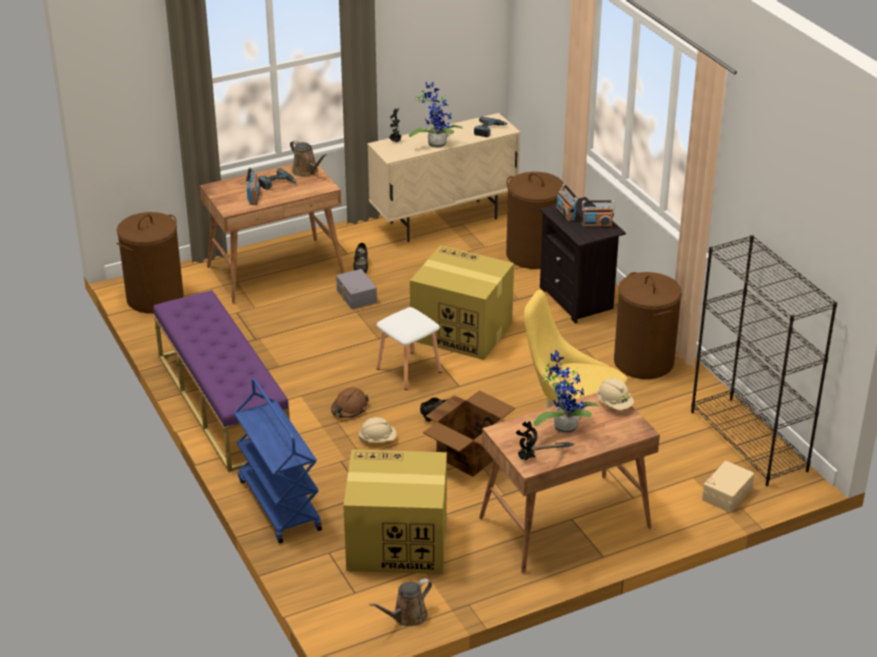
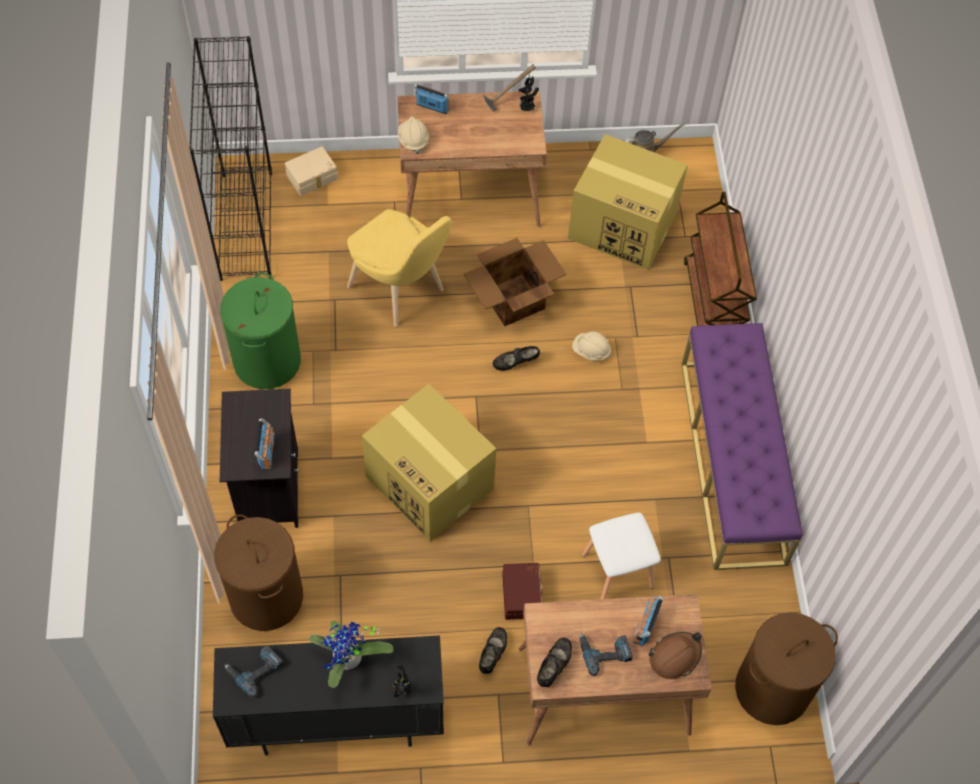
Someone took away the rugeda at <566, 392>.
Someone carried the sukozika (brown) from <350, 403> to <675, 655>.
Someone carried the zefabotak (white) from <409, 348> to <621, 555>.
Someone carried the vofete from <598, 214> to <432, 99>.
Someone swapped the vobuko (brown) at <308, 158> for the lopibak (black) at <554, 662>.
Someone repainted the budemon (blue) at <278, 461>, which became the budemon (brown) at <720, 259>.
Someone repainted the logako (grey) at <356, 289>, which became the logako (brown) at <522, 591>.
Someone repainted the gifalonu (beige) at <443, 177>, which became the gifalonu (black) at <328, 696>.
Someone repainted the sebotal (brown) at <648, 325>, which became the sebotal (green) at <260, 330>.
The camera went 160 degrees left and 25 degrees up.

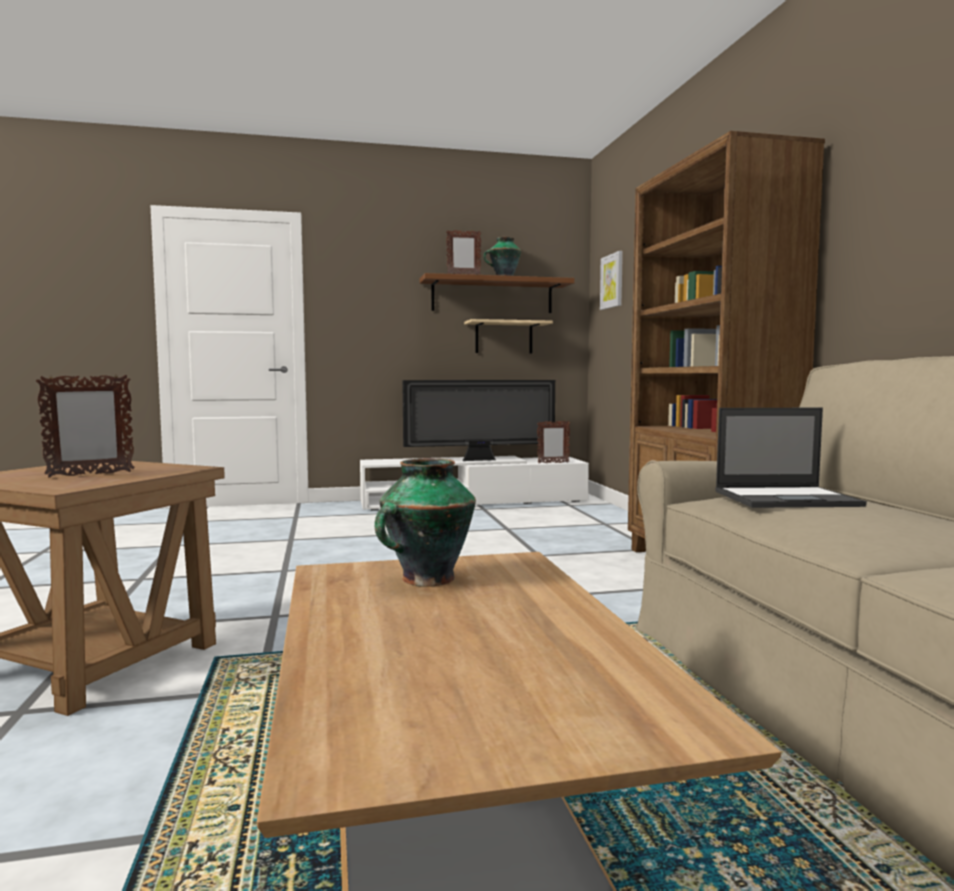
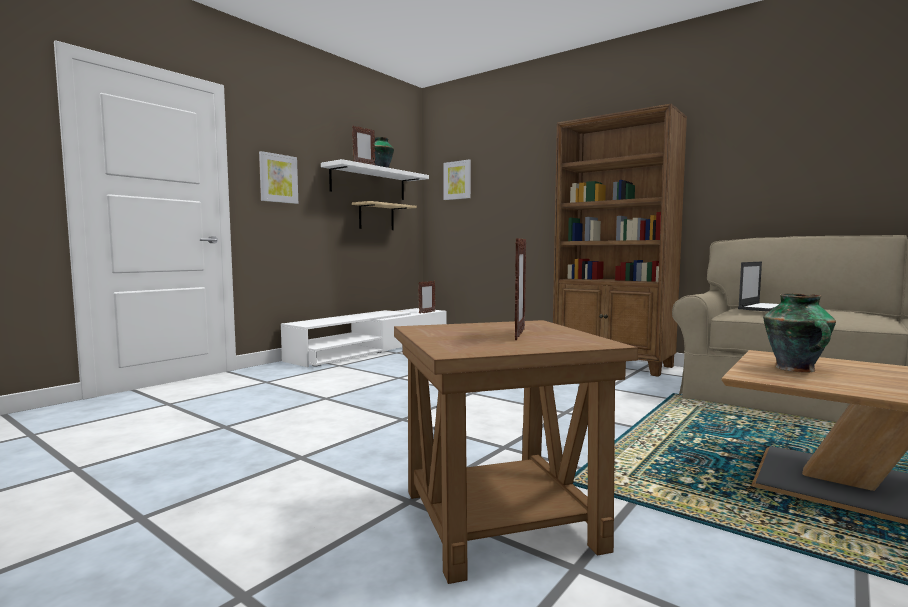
Someone took away the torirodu at <478, 420>.
Someone put up the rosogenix at <278, 177>.
Someone repainted the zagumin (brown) at <497, 293>, which became the zagumin (white) at <375, 179>.
The camera went 40 degrees left and 0 degrees up.

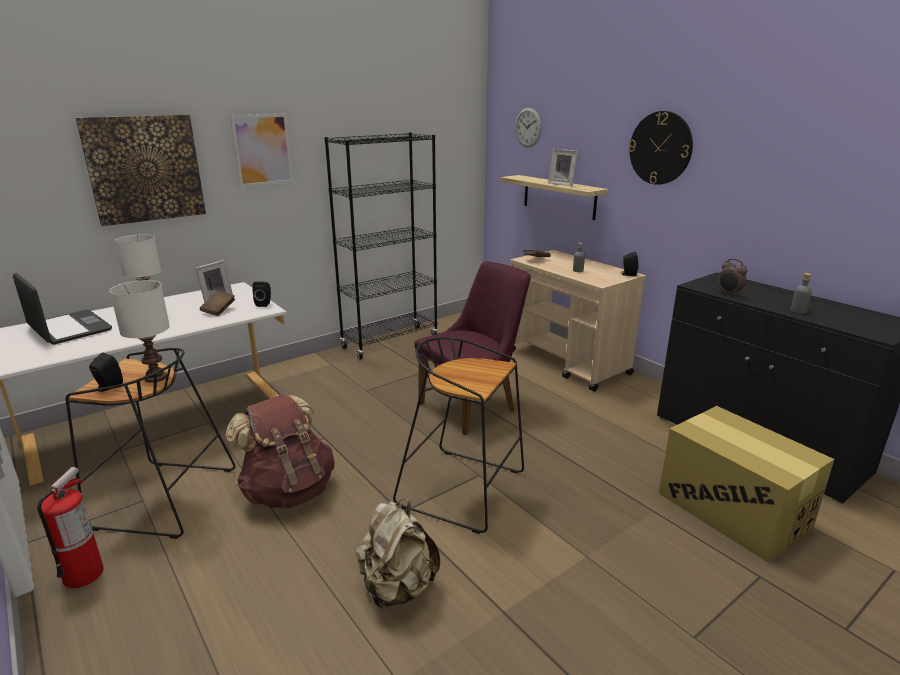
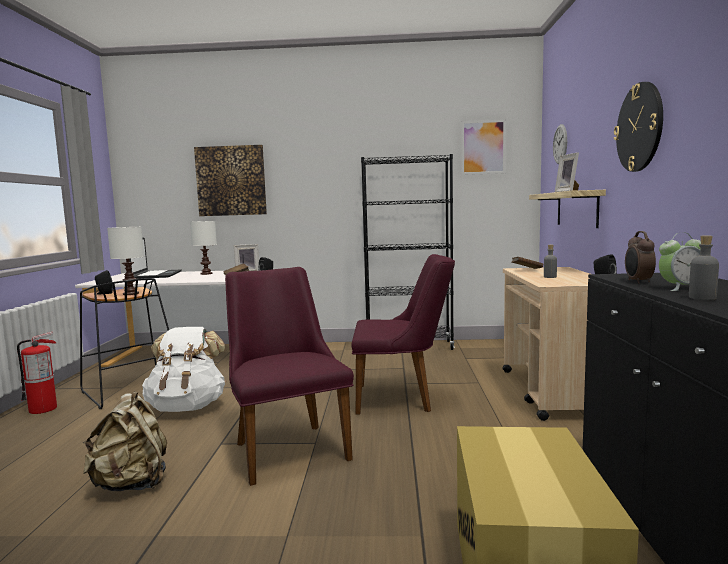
Someone put down the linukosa at <680, 262>.
Someone carried the rosogenix from <261, 150> to <483, 147>.
Someone swapped the zefabotak (black) at <458, 435> for the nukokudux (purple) at <289, 376>.
Someone repainted the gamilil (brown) at <280, 451>, which became the gamilil (white) at <184, 369>.
The camera went 40 degrees right and 15 degrees down.

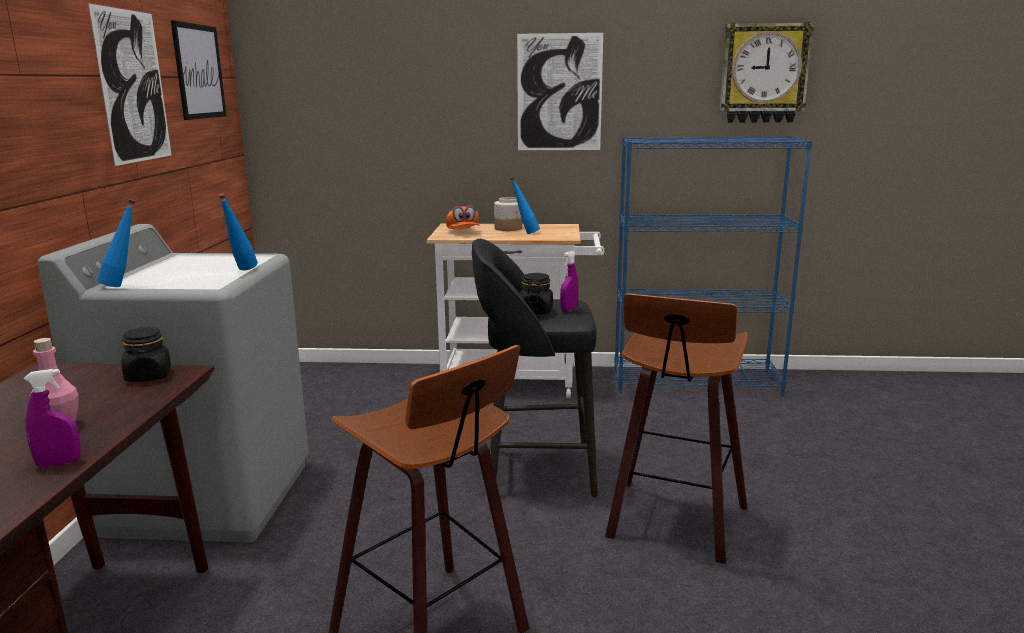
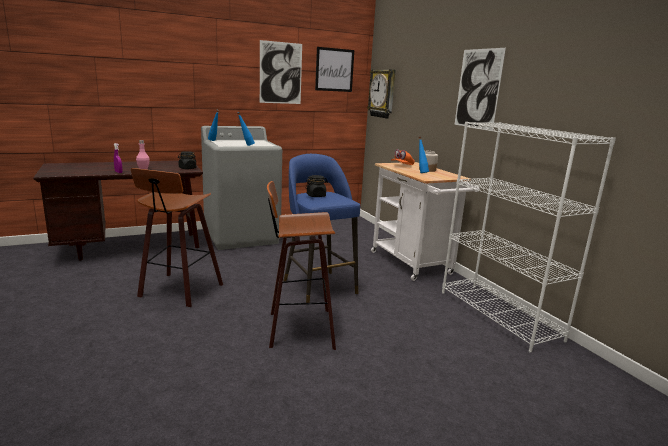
Someone took away the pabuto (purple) at <569, 281>.
Someone carried the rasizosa from <767, 72> to <381, 94>.
Someone repainted the zefabotak (black) at <535, 368>, which became the zefabotak (blue) at <321, 229>.
Someone repainted the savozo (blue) at <713, 266>, which became the savozo (white) at <529, 237>.
The camera went 60 degrees right and 0 degrees up.

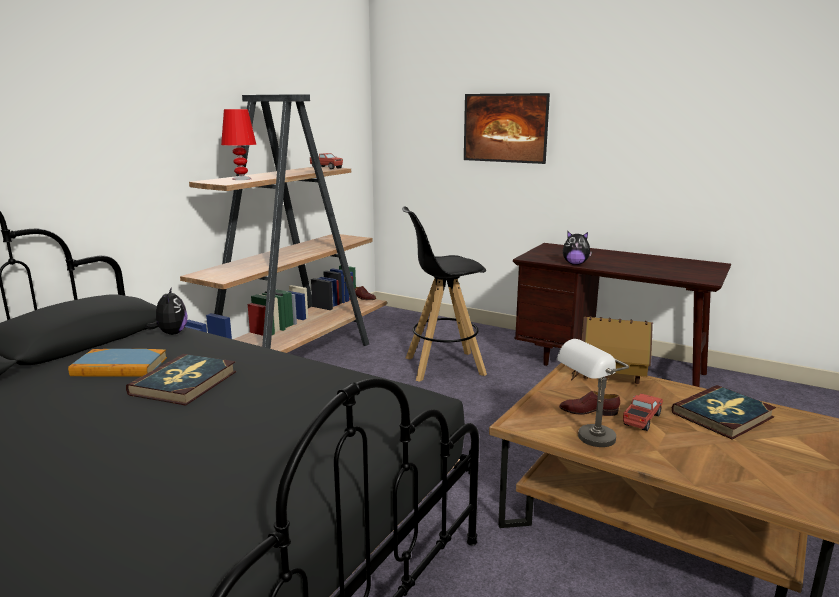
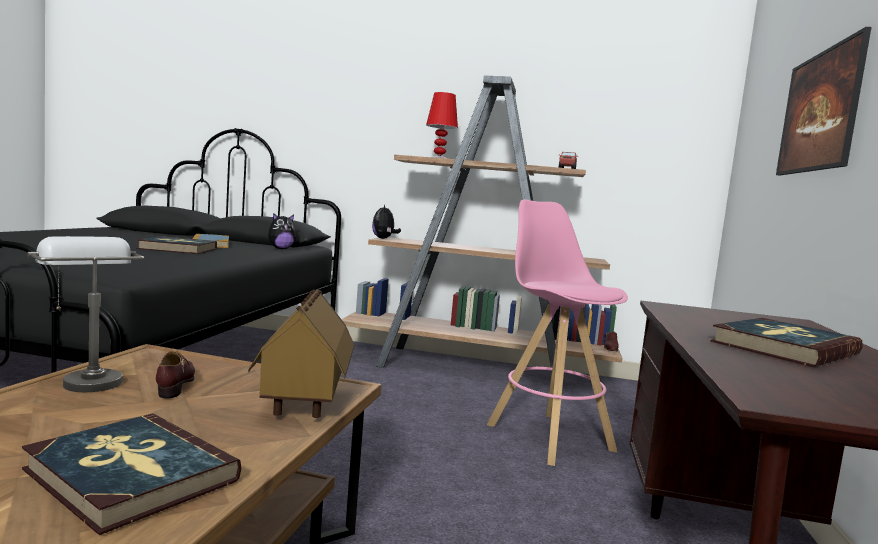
Someone took away the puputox at <643, 412>.
Someone put down the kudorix at <787, 342>.
Someone carried the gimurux from <577, 248> to <386, 222>.
Someone repainted the zefabotak (black) at <444, 294>, which became the zefabotak (pink) at <557, 332>.
The camera went 70 degrees right and 10 degrees down.

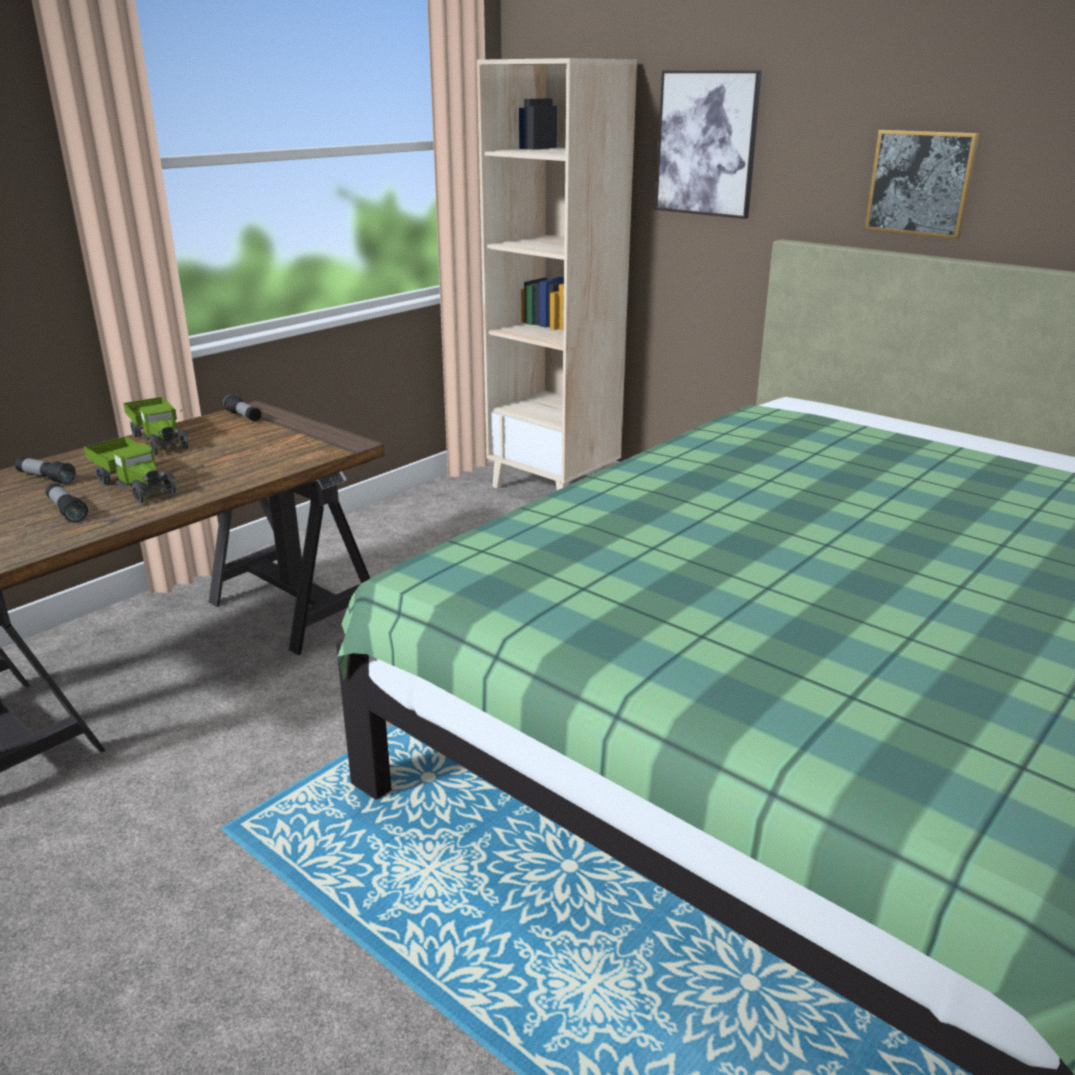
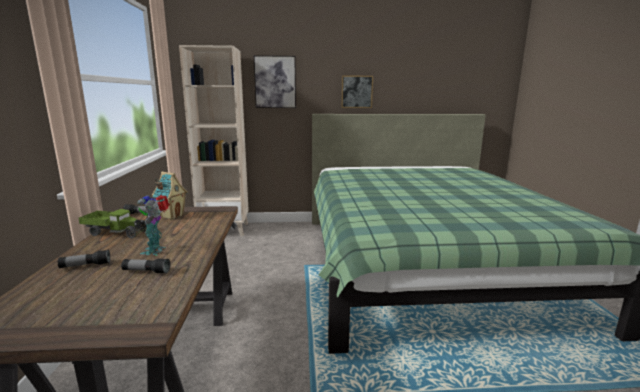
Someone put down the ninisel at <170, 195>.
Someone swapped the puputox at <130, 470> for the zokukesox at <153, 225>.
The camera went 45 degrees left and 10 degrees down.

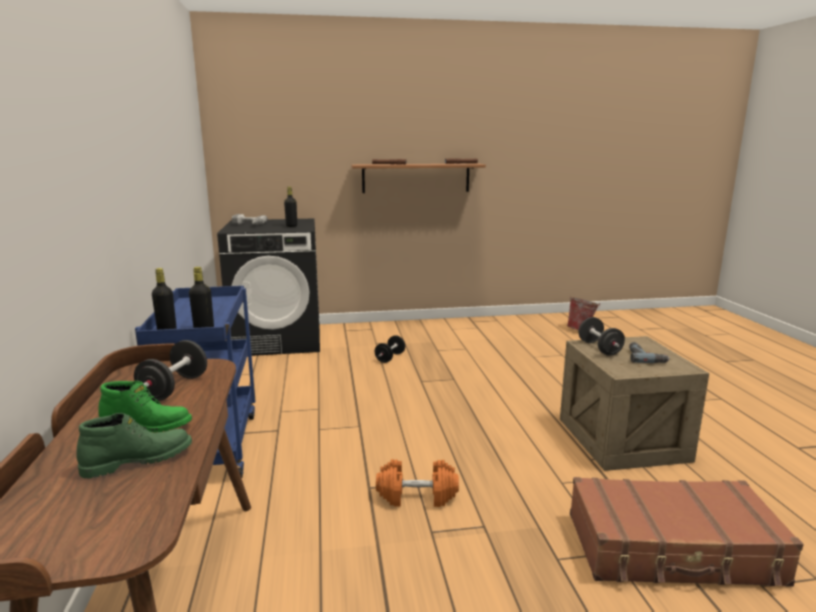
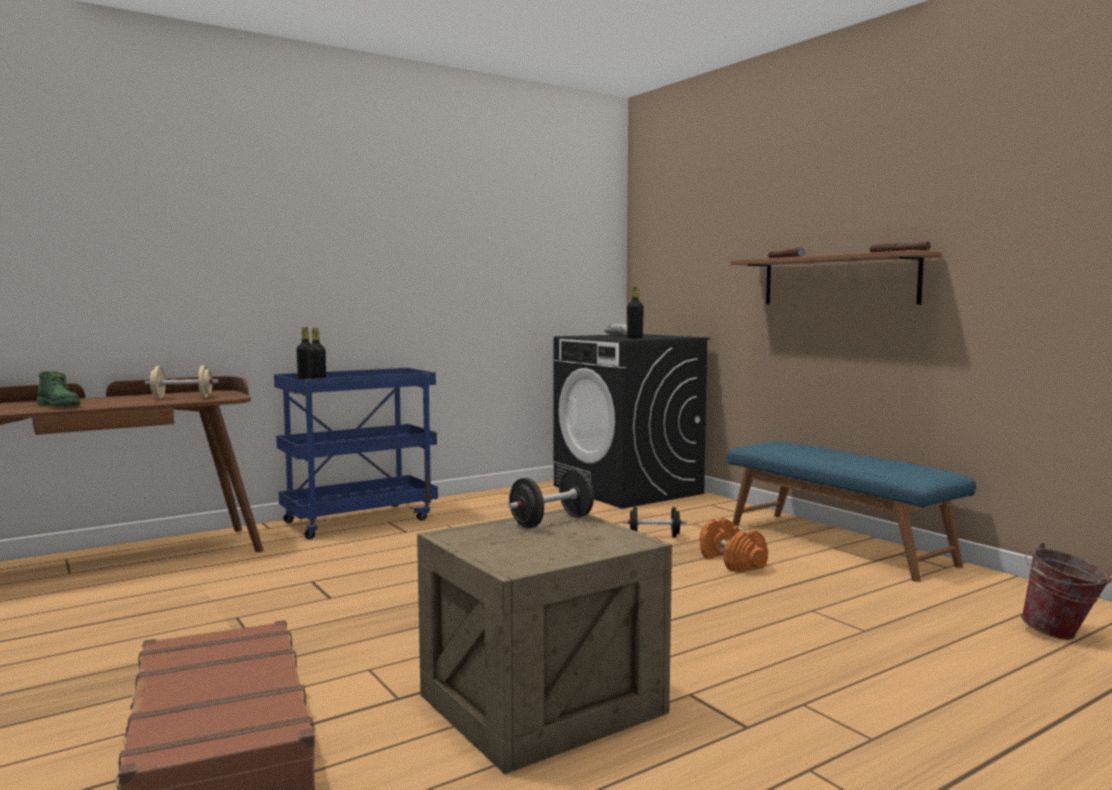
Someone took away the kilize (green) at <145, 407>.
Someone took away the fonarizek at <649, 352>.
Someone put down the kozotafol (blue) at <851, 512>.
Someone carried the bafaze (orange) from <417, 483> to <734, 545>.
Someone repainted the bafaze (black) at <170, 370>, which became the bafaze (beige) at <181, 382>.
The camera went 65 degrees right and 10 degrees down.

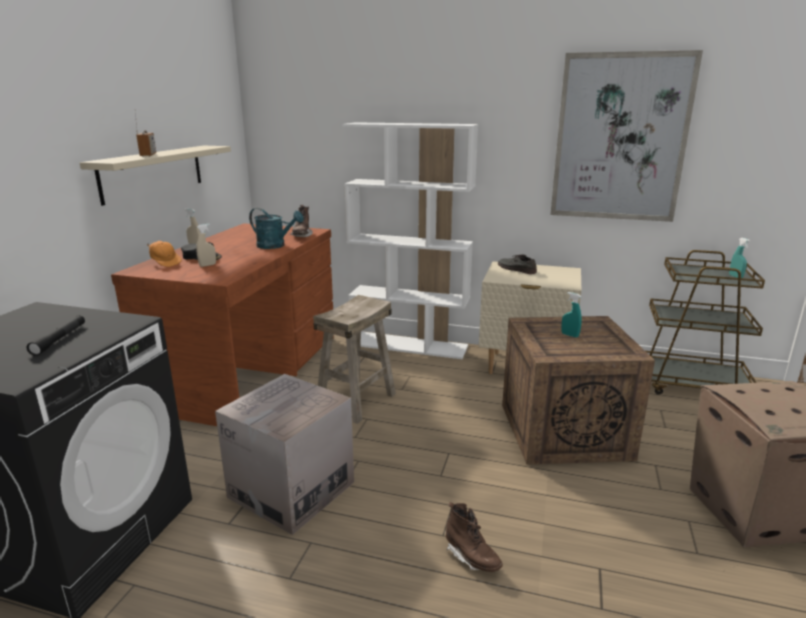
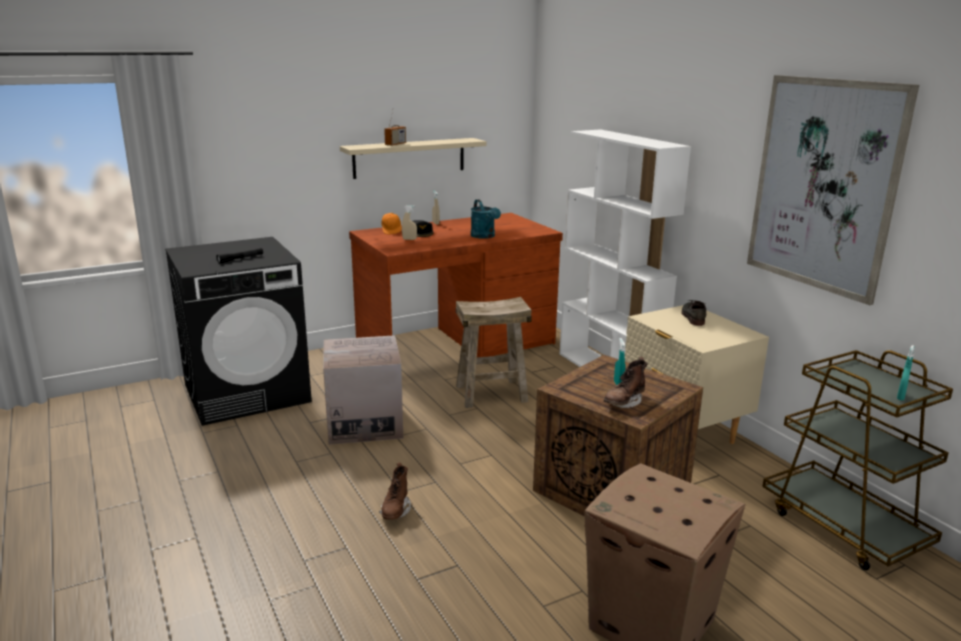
Someone carried the kilize (brown) from <301, 221> to <626, 382>.
The camera went 45 degrees right and 0 degrees up.

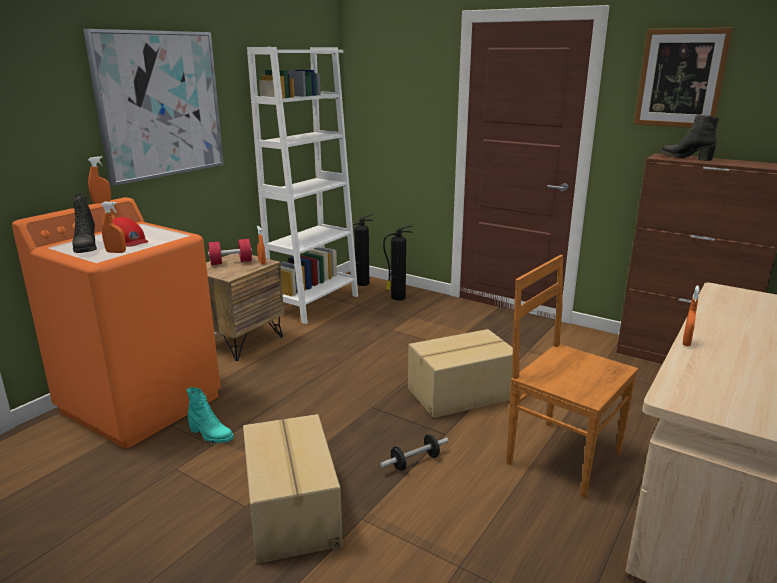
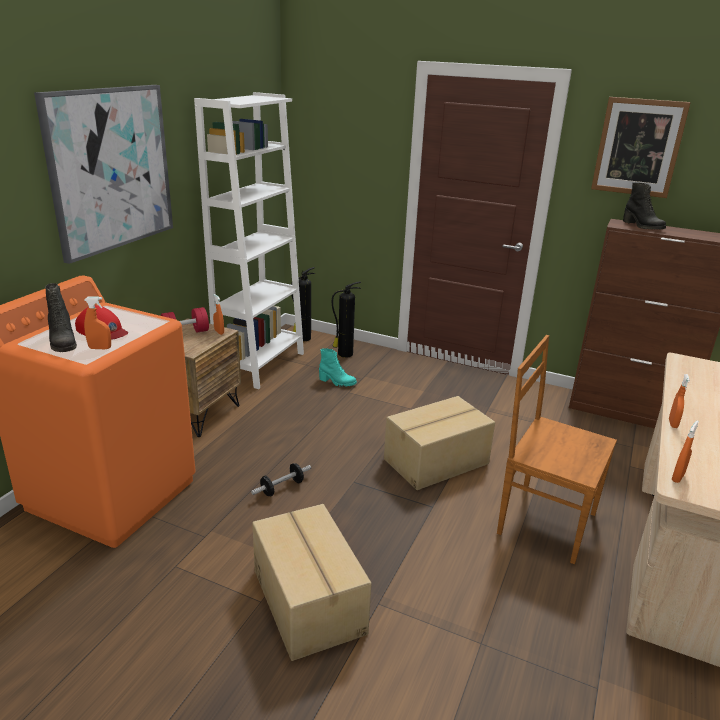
Someone carried the pabuto (orange) from <99, 180> to <685, 452>.
Someone carried the kilize (turquoise) from <210, 415> to <338, 367>.
Someone carried the bafaze from <414, 452> to <281, 479>.
Someone rotated the kilize (black) at <689, 138> by 150 degrees counterclockwise.
The camera went 10 degrees left and 5 degrees up.

